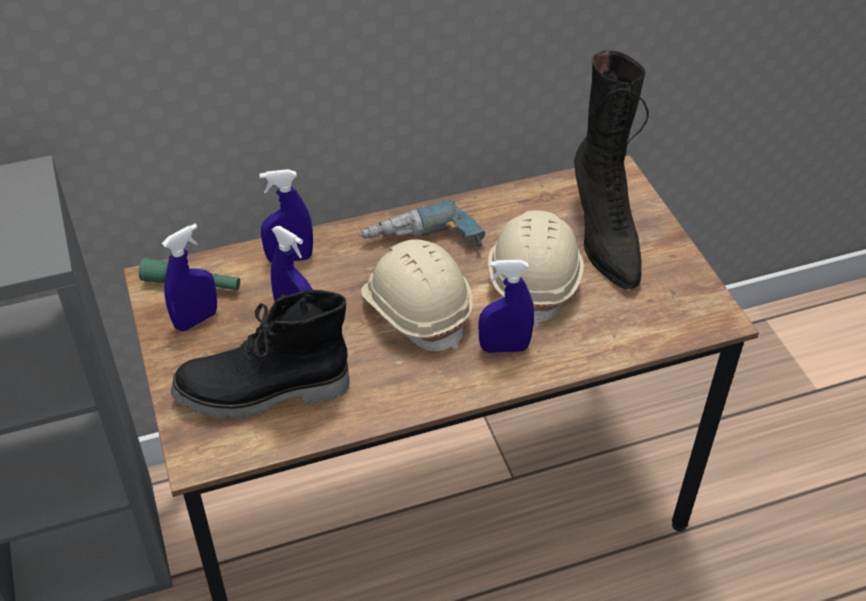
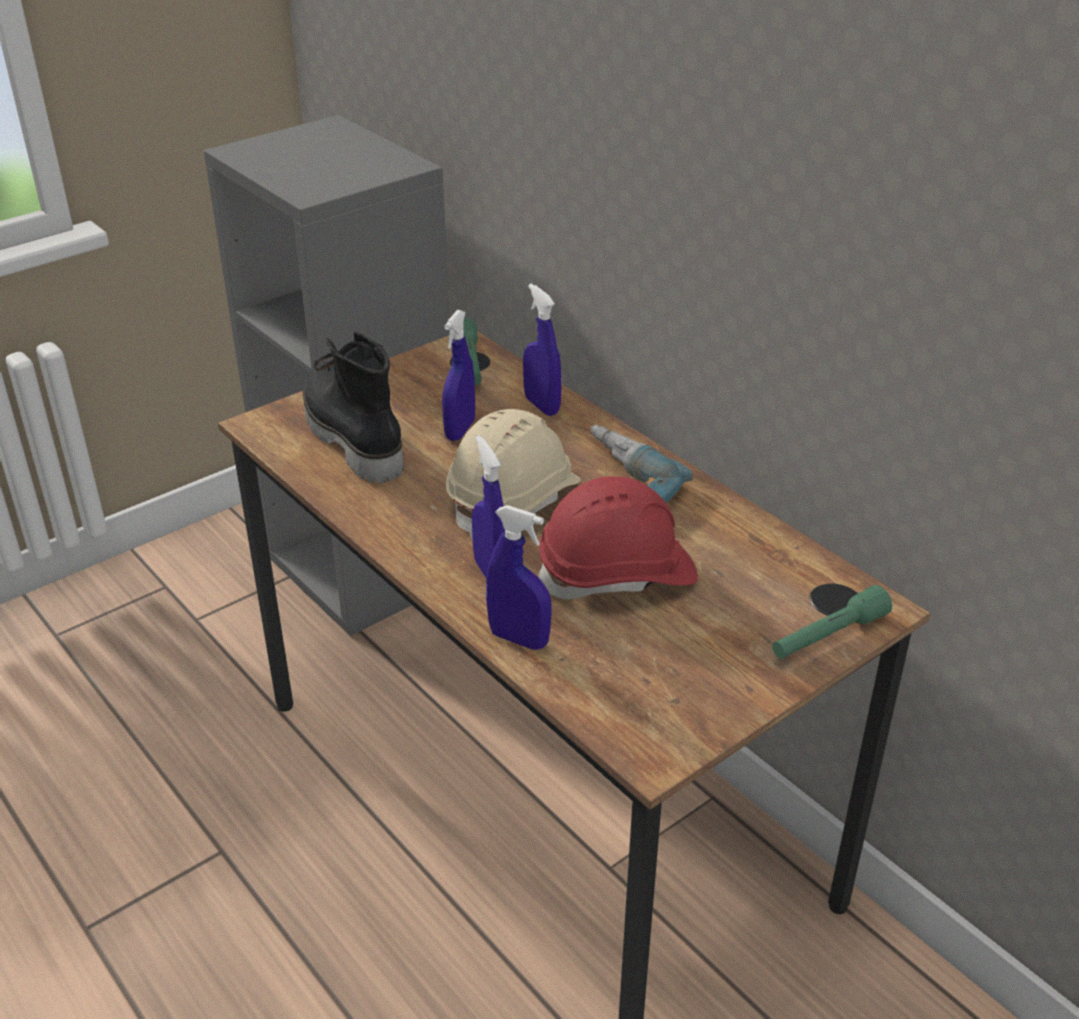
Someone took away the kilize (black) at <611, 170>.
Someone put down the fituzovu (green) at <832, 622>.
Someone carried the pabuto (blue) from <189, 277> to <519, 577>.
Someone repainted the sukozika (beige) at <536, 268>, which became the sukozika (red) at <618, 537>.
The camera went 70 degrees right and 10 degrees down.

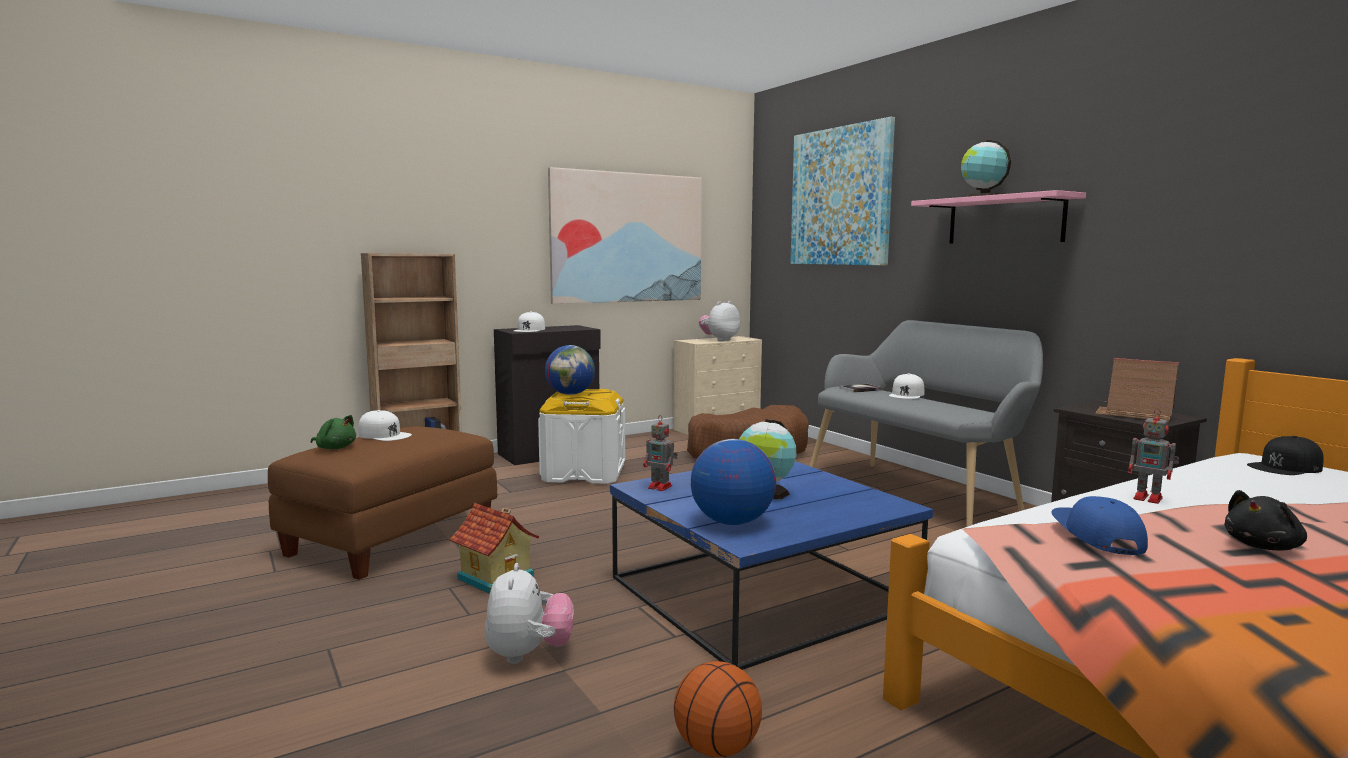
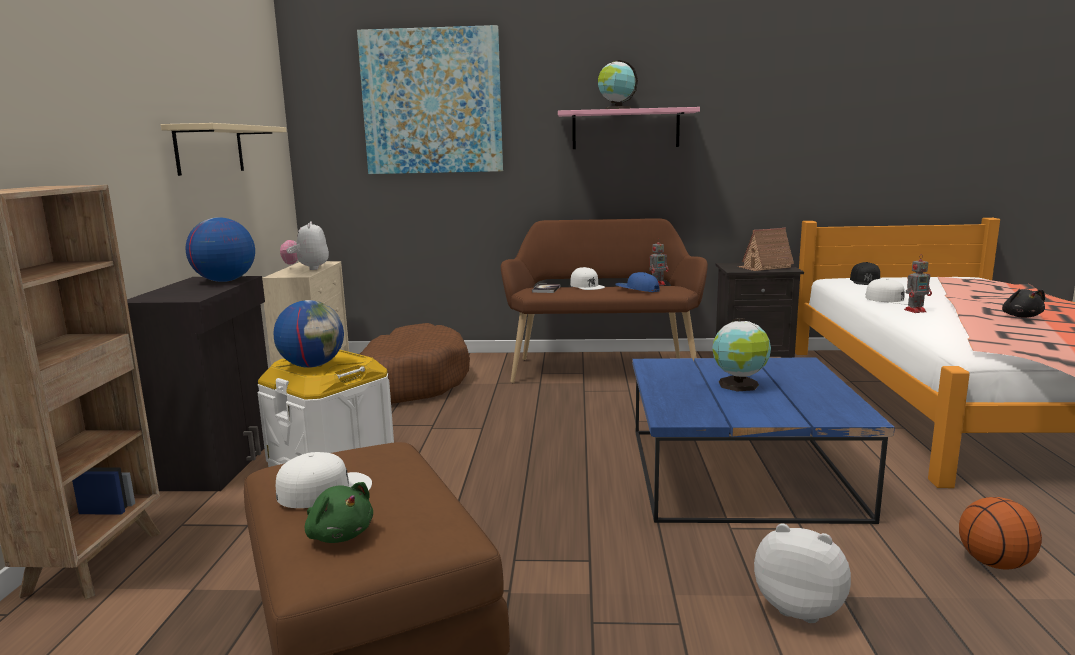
Someone took away the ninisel at <494, 548>.
Someone carried the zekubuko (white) from <529, 321> to <887, 291>.
Someone carried the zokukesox from <660, 453> to <659, 262>.
Someone carried the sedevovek from <733, 482> to <220, 249>.
Someone carried the zekubuko (blue) from <1099, 525> to <637, 282>.
Someone swapped the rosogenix at <625, 235> for the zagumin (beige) at <224, 149>.
Someone repainted the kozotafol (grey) at <926, 423>, which became the kozotafol (brown) at <604, 300>.
Someone rotated the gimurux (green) at <333, 432> by 75 degrees clockwise.
The camera went 55 degrees left and 5 degrees up.

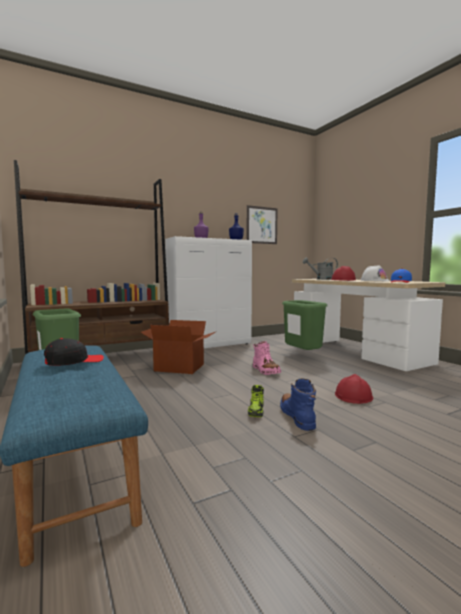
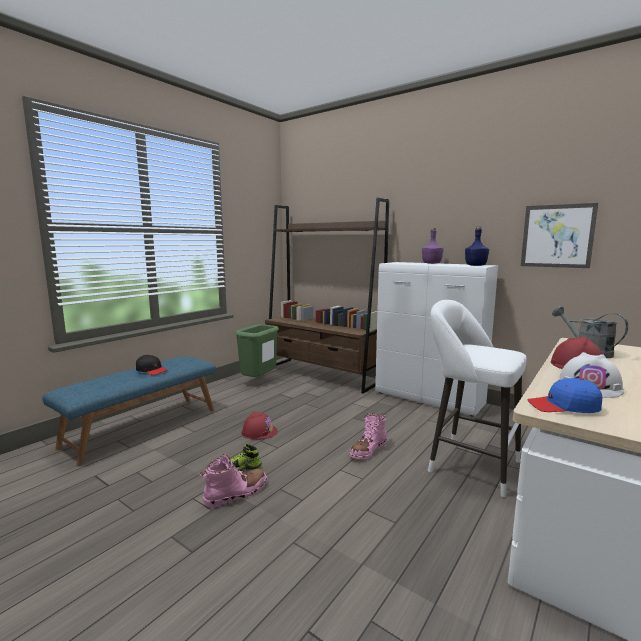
Someone took away the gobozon at <178, 347>.
Someone carried the sukozika (red) from <354, 389> to <259, 426>.
Someone swapped the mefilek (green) at <304, 325> for the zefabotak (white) at <477, 398>.
Someone repainted the kilize (blue) at <298, 405>, which became the kilize (pink) at <233, 481>.
The camera went 65 degrees right and 5 degrees up.

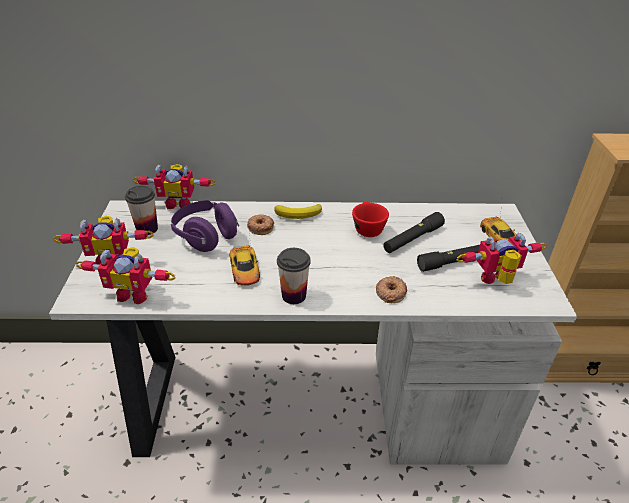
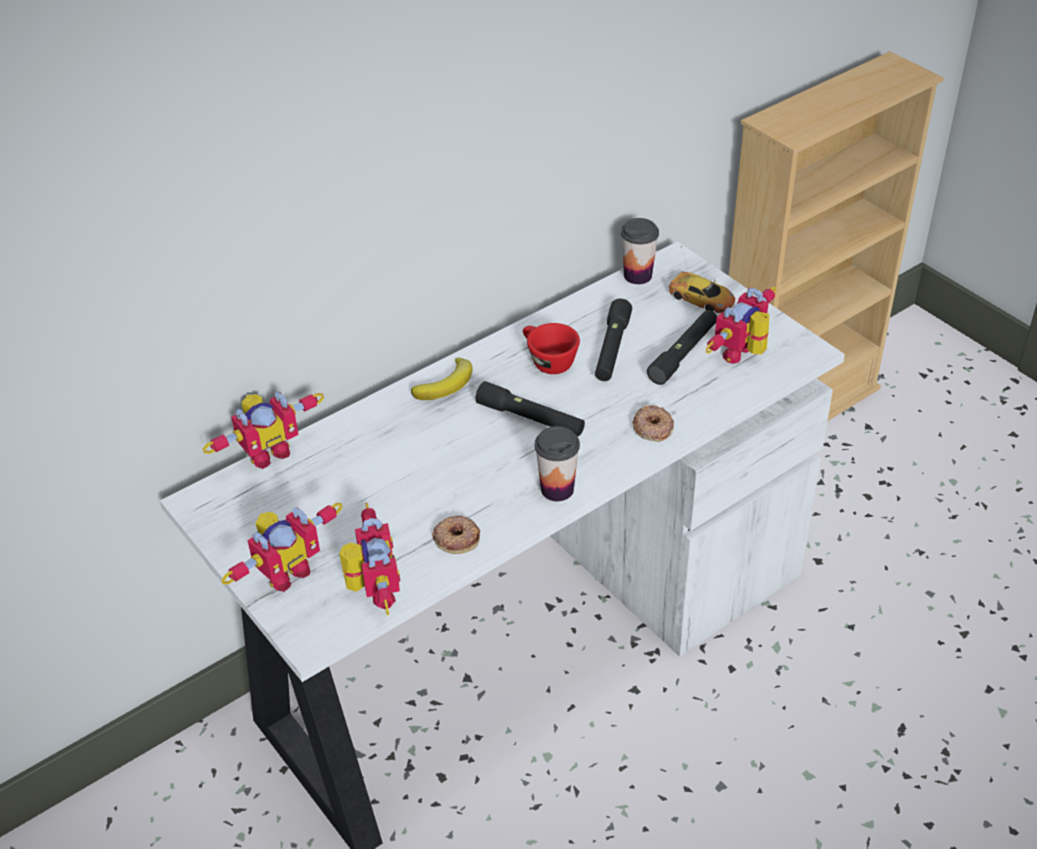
Someone took away the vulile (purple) at <205, 226>.
Someone took away the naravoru at <244, 255>.
Someone put down the fituzovu (black) at <530, 409>.
Someone carried the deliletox from <141, 210> to <640, 251>.
Someone carried the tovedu from <260, 224> to <456, 535>.
Someone rotated the zokukesox at <126, 276> by 75 degrees counterclockwise.
The camera went 35 degrees left and 5 degrees up.

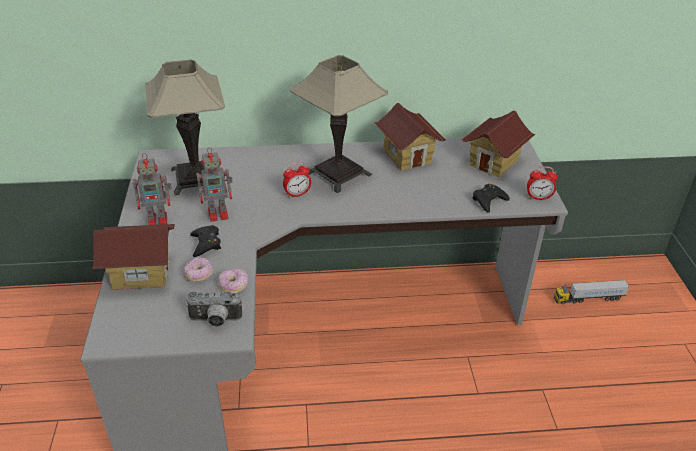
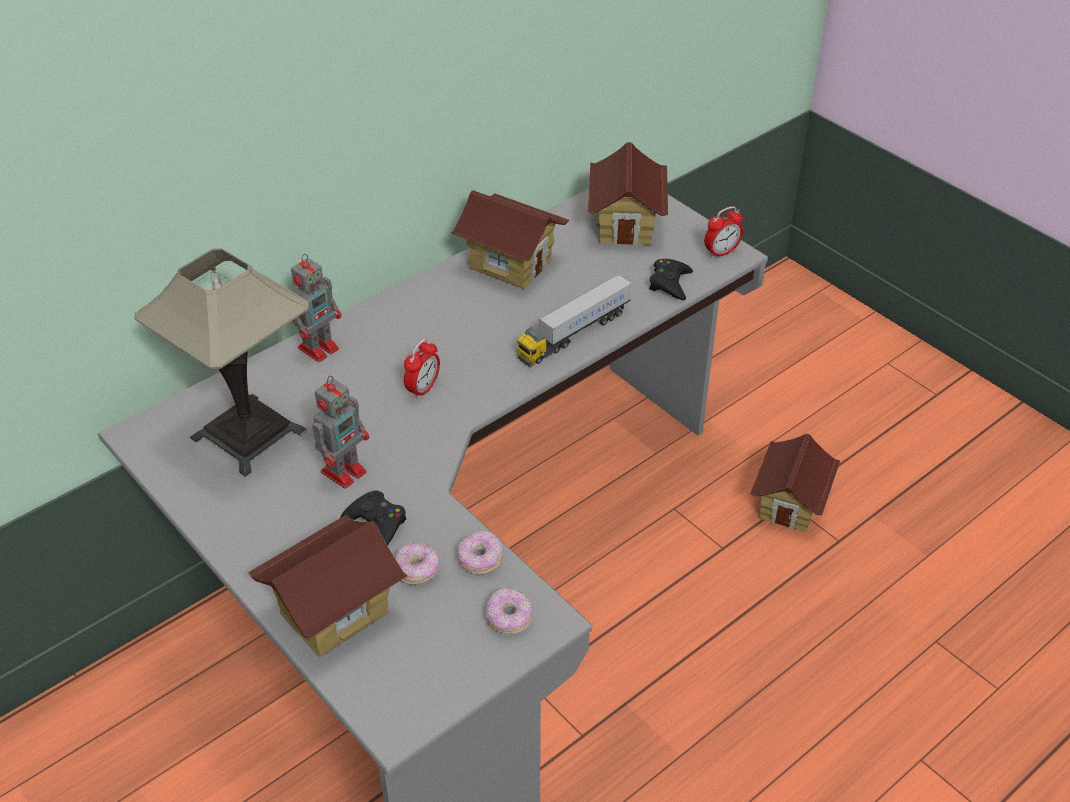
Someone took away the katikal at <339, 124>.
Someone put down the ninisel at <795, 483>.
Someone carried the zokukesox from <152, 189> to <316, 308>.
Someone carried the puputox from <591, 292> to <574, 320>.
Someone swapped the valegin at <214, 309> for the tovedu at <509, 611>.
The camera went 35 degrees left and 5 degrees up.

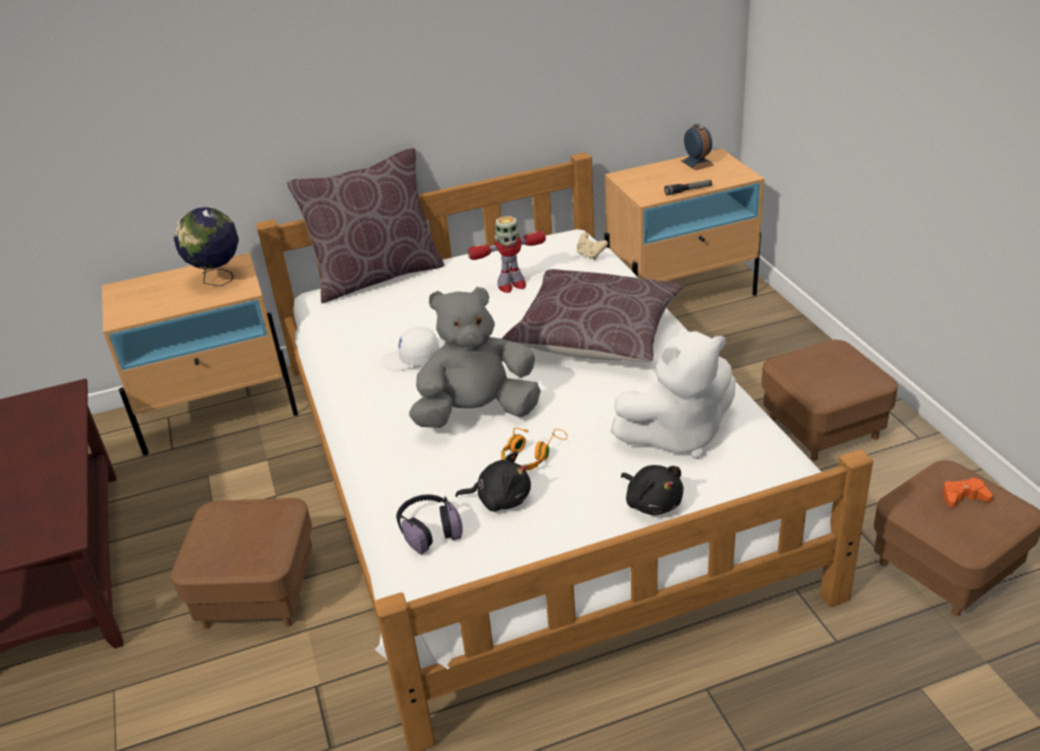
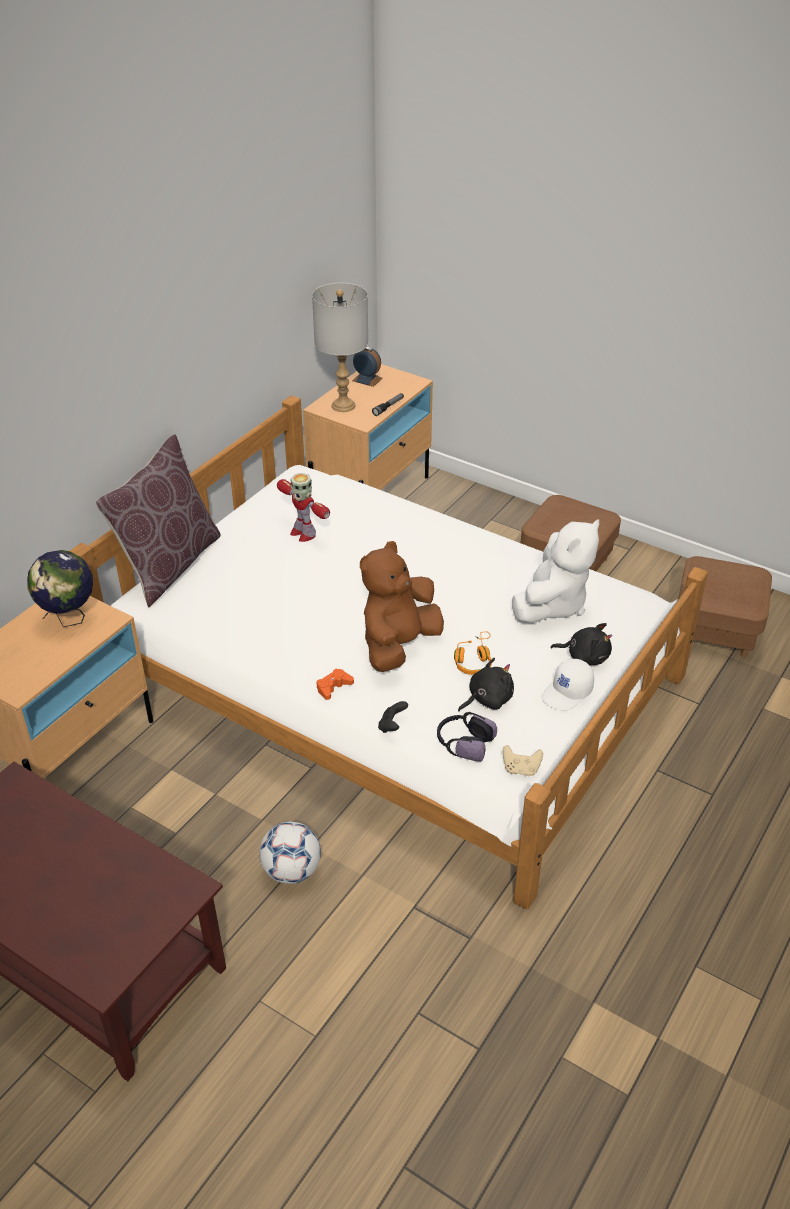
Someone took away the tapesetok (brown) at <592, 315>.
Someone put down the katikal (grey) at <340, 347>.
Someone put down the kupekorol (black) at <393, 717>.
Someone carried the zekubuko (white) from <410, 349> to <568, 685>.
Someone carried the kupekorol (beige) from <592, 246> to <523, 760>.
Someone carried the kupekorol (orange) from <968, 492> to <335, 684>.
Someone swapped the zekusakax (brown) at <241, 563> for the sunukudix at <290, 853>.
Someone repainted the gimurux (grey) at <475, 357>, which became the gimurux (brown) at <402, 606>.
Someone rotated the zokukesox at <506, 254> by 105 degrees clockwise.
The camera went 40 degrees left and 5 degrees up.

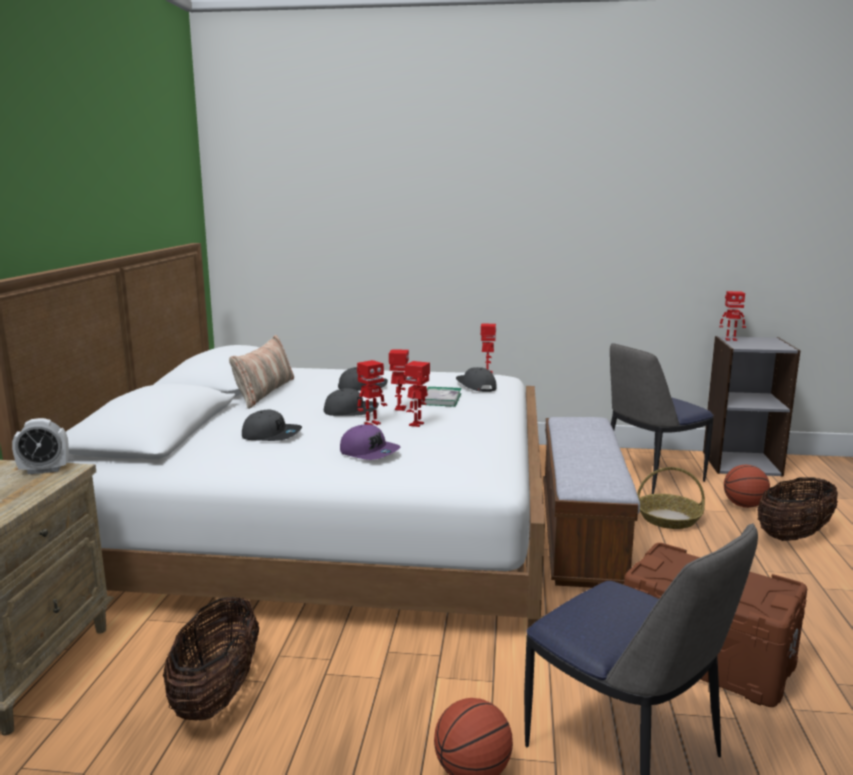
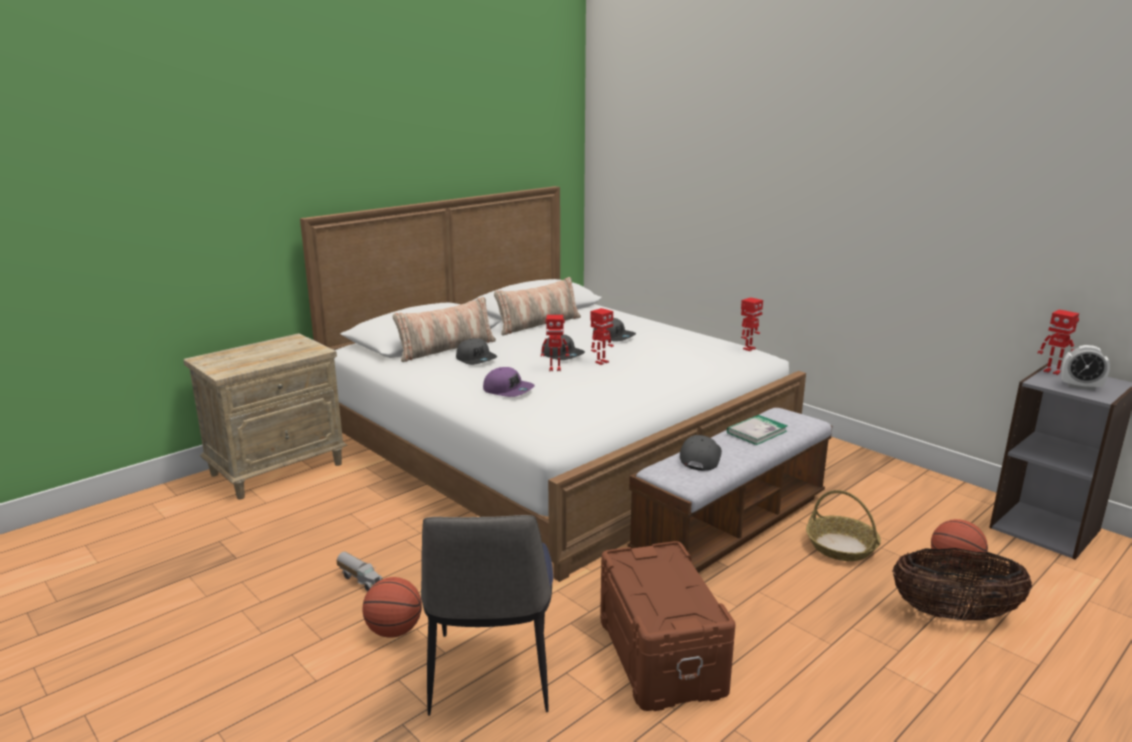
Someone took away the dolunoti at <211, 658>.
Someone took away the zokukesox at <417, 394>.
Someone took away the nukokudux at <662, 418>.
Someone put down the puputox at <360, 571>.
Someone put down the tapesetok at <444, 329>.
Someone carried the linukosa from <40, 446> to <1086, 368>.
Someone carried the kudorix from <441, 397> to <757, 430>.
Someone carried the zekubuko (grey) from <476, 379> to <701, 453>.
Someone rotated the zekubuko (purple) at <370, 442> by 45 degrees counterclockwise.
The camera went 40 degrees right and 5 degrees up.

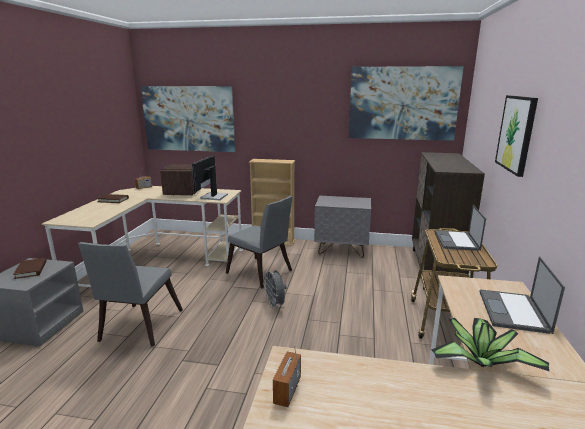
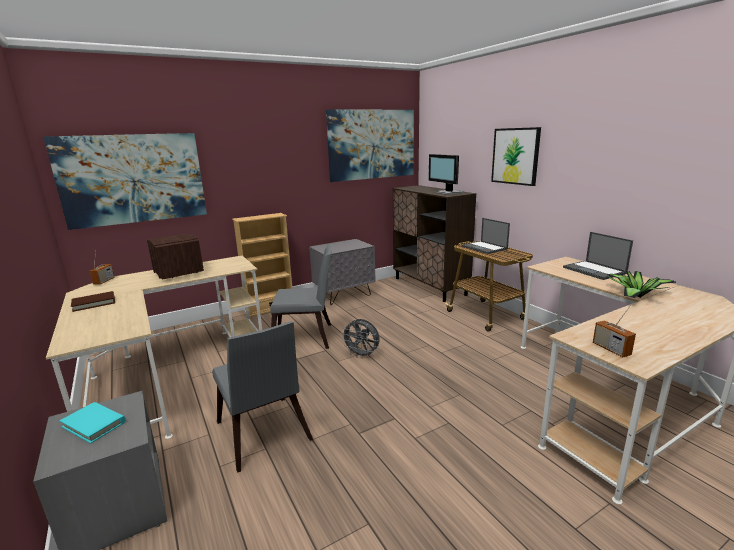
Someone carried the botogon from <210, 178> to <446, 174>.
Someone repainted the kudorix (brown) at <29, 268>, which became the kudorix (turquoise) at <93, 423>.
The camera went 40 degrees left and 0 degrees up.

